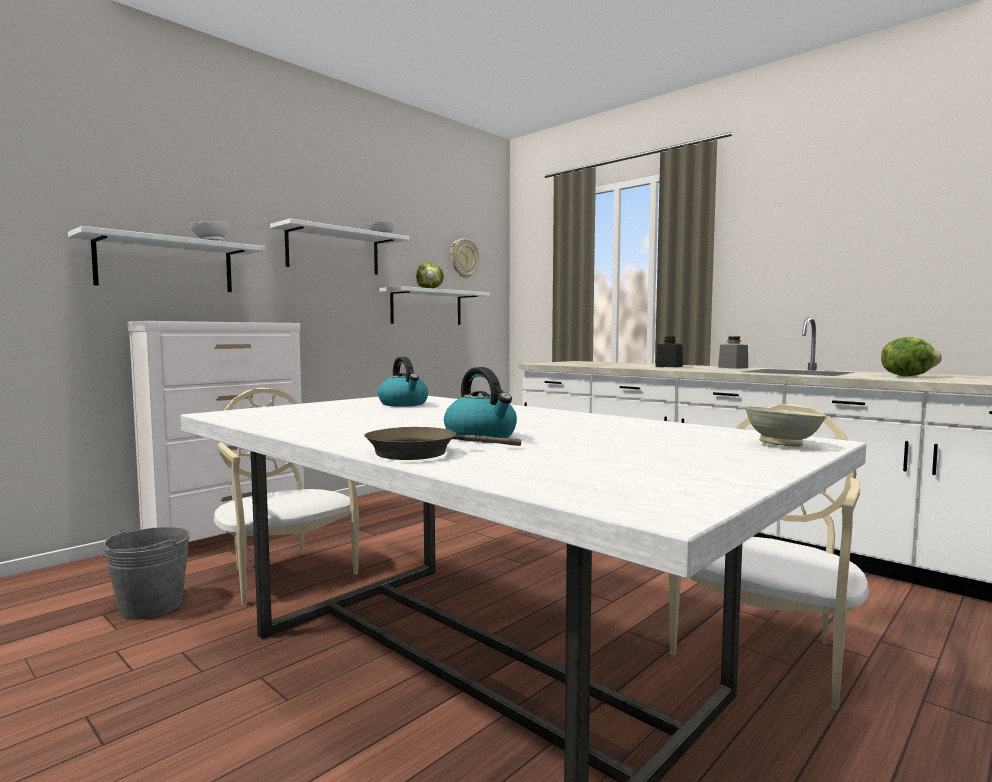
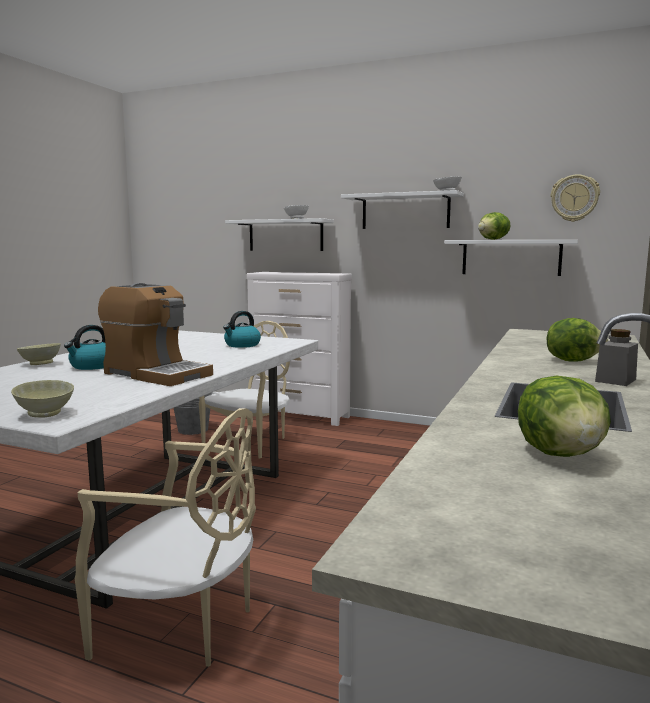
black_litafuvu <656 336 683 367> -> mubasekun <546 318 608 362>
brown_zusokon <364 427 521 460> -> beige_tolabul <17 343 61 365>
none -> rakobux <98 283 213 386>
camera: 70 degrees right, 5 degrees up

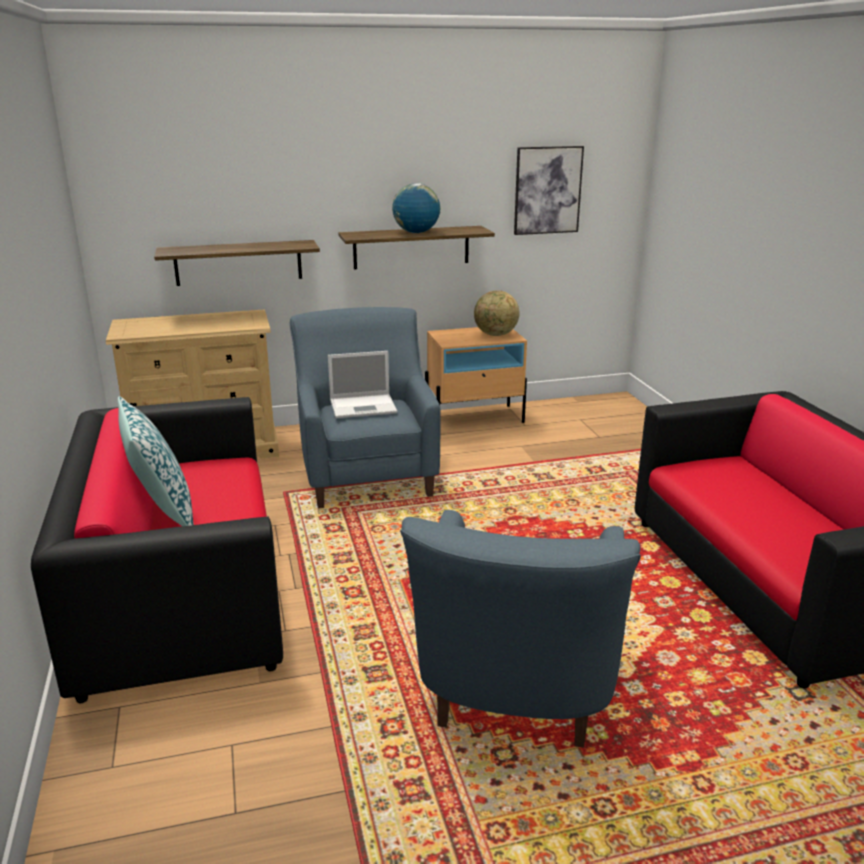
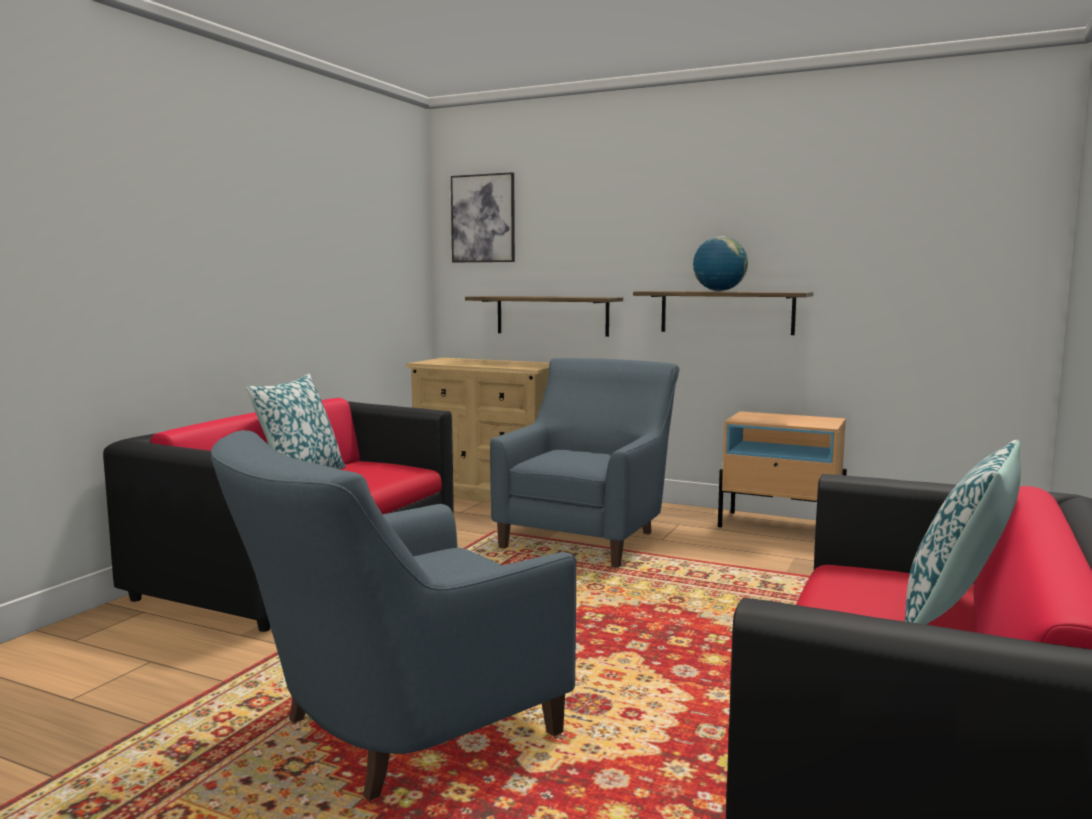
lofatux <514 146 584 235> -> lofatux <451 172 515 262>, move
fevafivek <474 290 520 336> -> none
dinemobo <328 351 398 418> -> none
none -> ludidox <905 440 1021 624>
camera: 40 degrees right, 15 degrees down

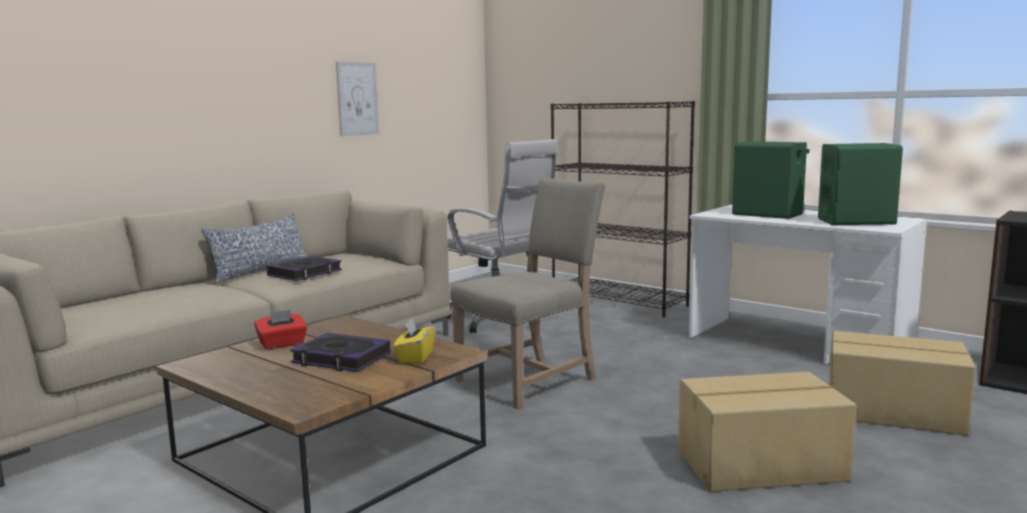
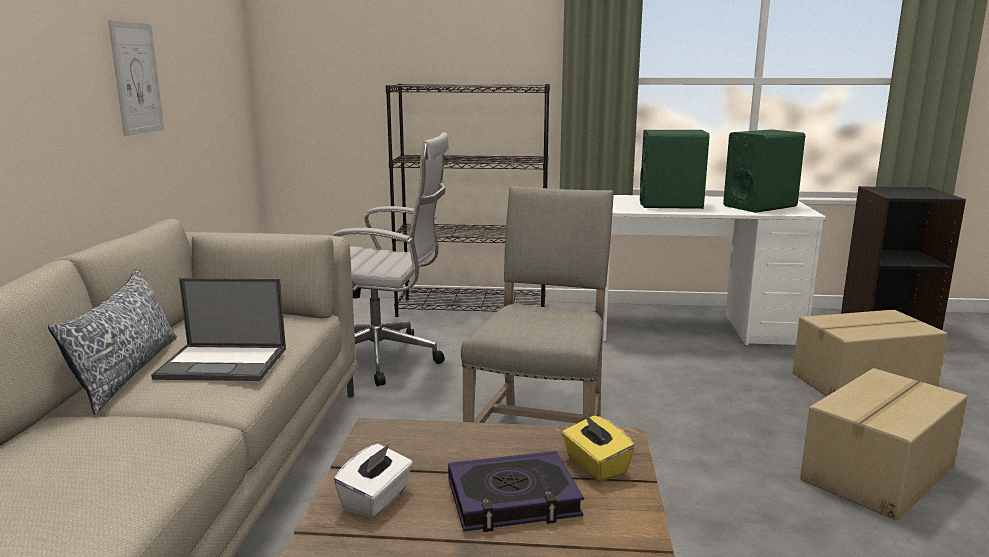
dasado <266 256 342 281> -> dinemobo <151 278 286 381>
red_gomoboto <254 310 307 350> -> white_gomoboto <334 443 413 518>
camera: 35 degrees left, 5 degrees up

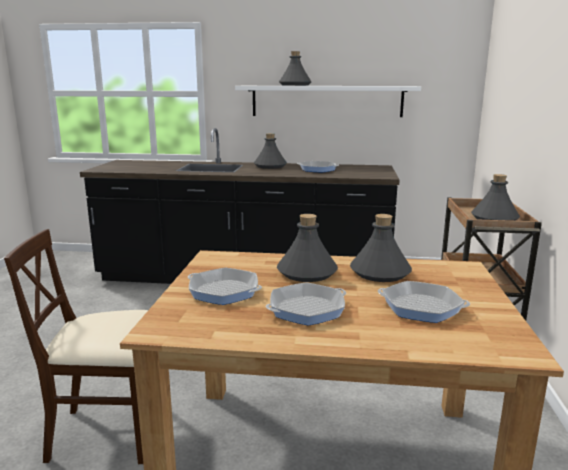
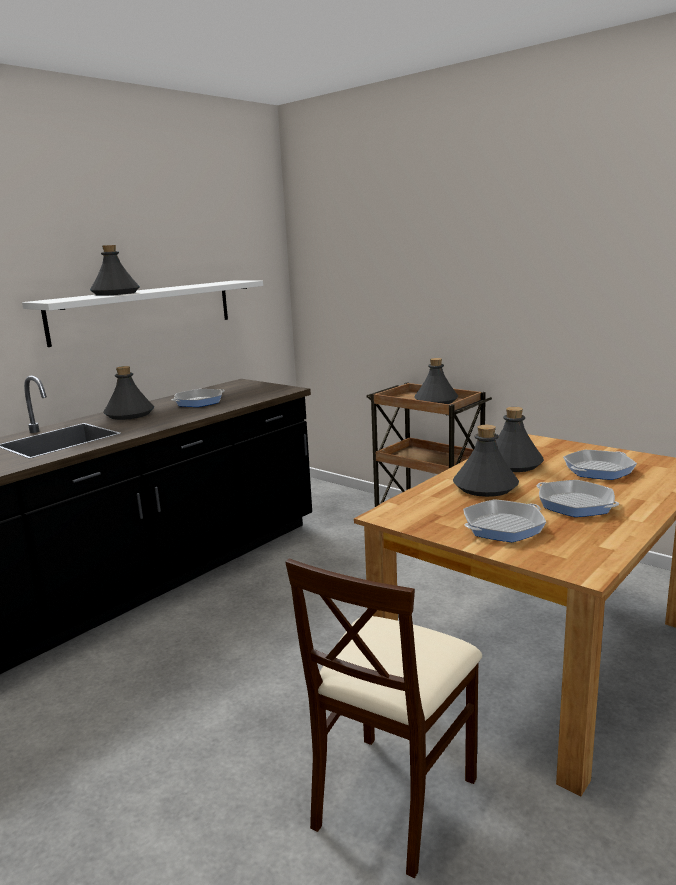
zusokon <266 282 346 326> -> zusokon <537 480 619 517>, 45 degrees counterclockwise
camera: 55 degrees left, 0 degrees up

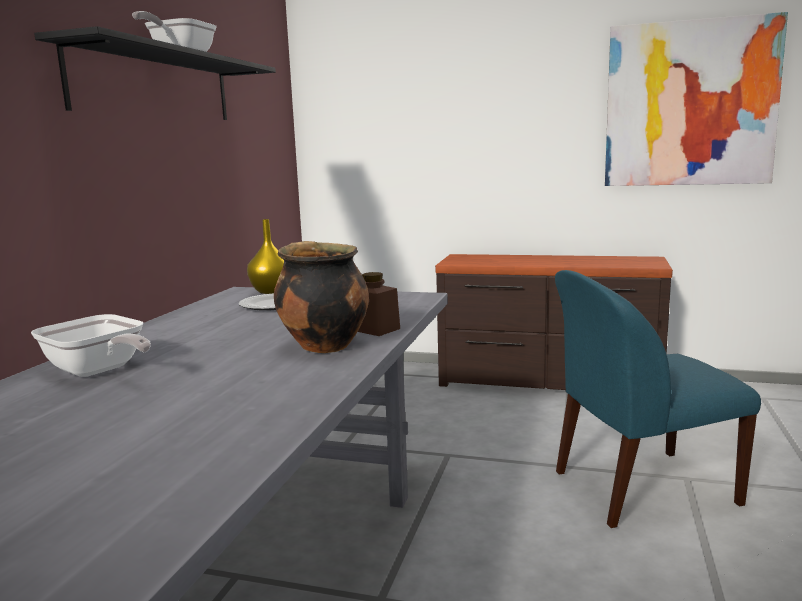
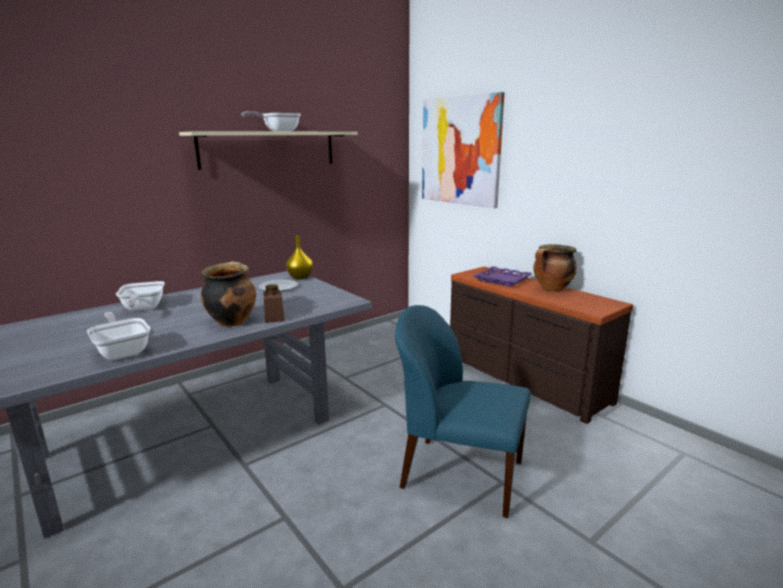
lofatux <605 12 788 186> -> lofatux <422 92 504 208>, move
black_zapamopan <34 26 276 120> -> beige_zapamopan <179 132 358 170>
none -> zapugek <533 244 577 292>
none -> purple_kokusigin <474 266 532 287>
none -> zusokon <87 312 151 360>
camera: 35 degrees right, 5 degrees up

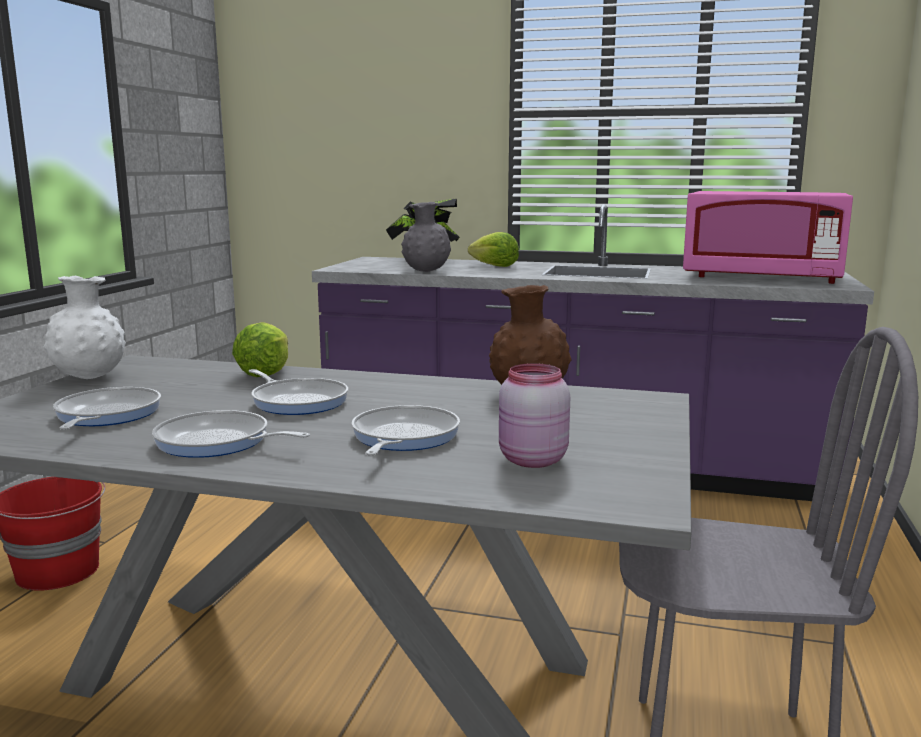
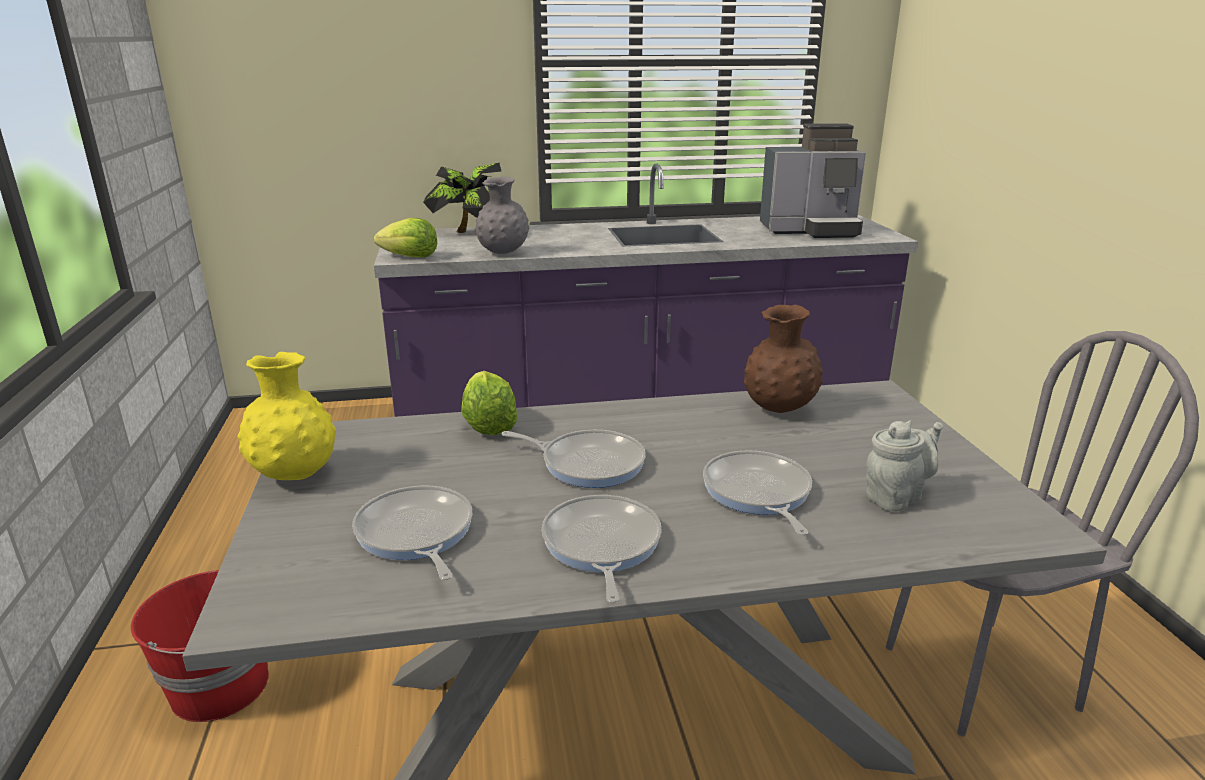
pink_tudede <683 191 853 284> -> rakobux <760 123 866 238>
mubasekun <468 232 519 267> -> mubasekun <374 218 437 258>, move
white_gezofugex <44 276 126 379> -> yellow_gezofugex <237 352 336 480>
pink_litafuvu <499 363 570 468> -> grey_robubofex <866 420 943 511>
zusokon <152 410 310 458> -> zusokon <542 495 662 603>, 90 degrees clockwise
camera: 25 degrees left, 10 degrees up

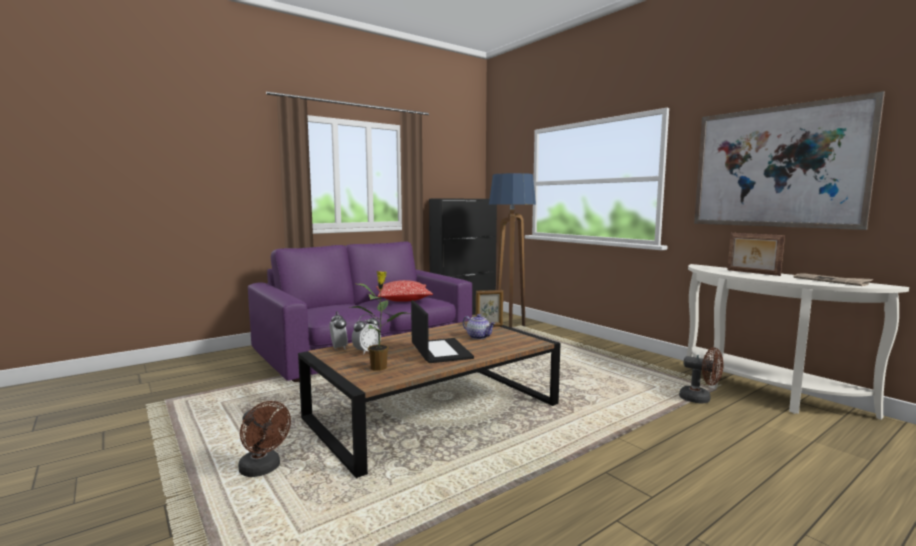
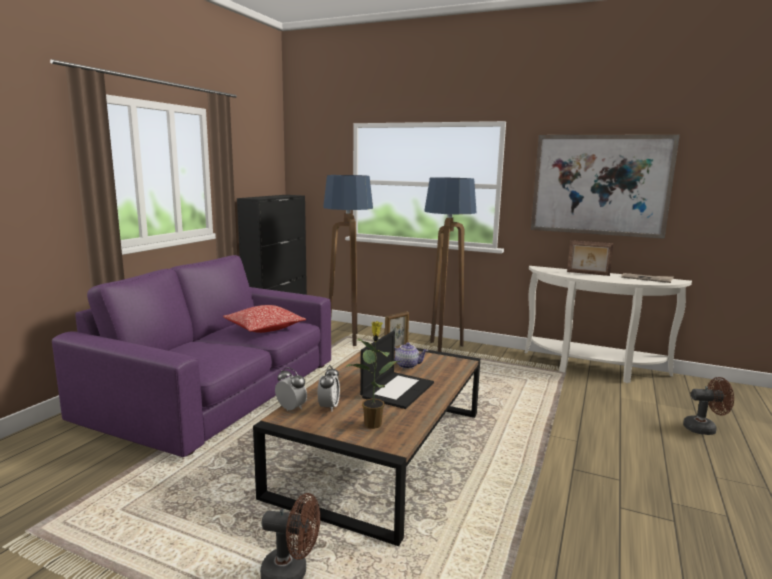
dinemobo <411 300 474 363> -> dinemobo <360 331 434 409>, 75 degrees clockwise
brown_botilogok <679 347 723 404> -> brown_botilogok <683 377 734 435>, move
none -> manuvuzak <424 177 477 352>
camera: 30 degrees left, 5 degrees up

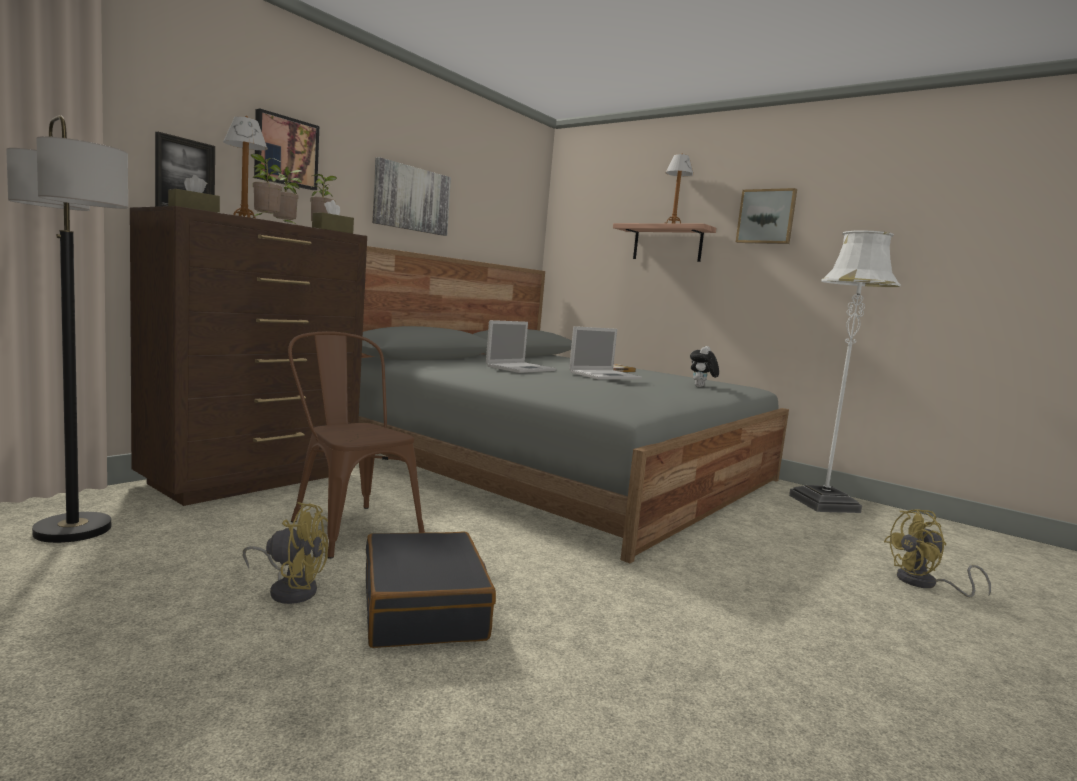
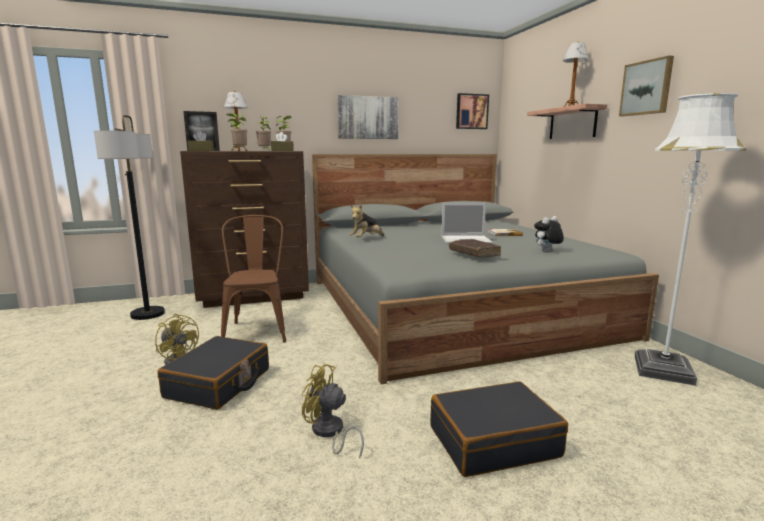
lofatux <254 109 319 190> -> lofatux <456 93 489 129>, move
dinemobo <486 320 556 373> -> none
yellow_botilogok <884 509 991 597> -> yellow_botilogok <301 364 364 459>, move
none -> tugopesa <349 204 384 237>
none -> brown_dasado <449 239 501 258>
none -> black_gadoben <430 381 568 477>
camera: 35 degrees right, 5 degrees up

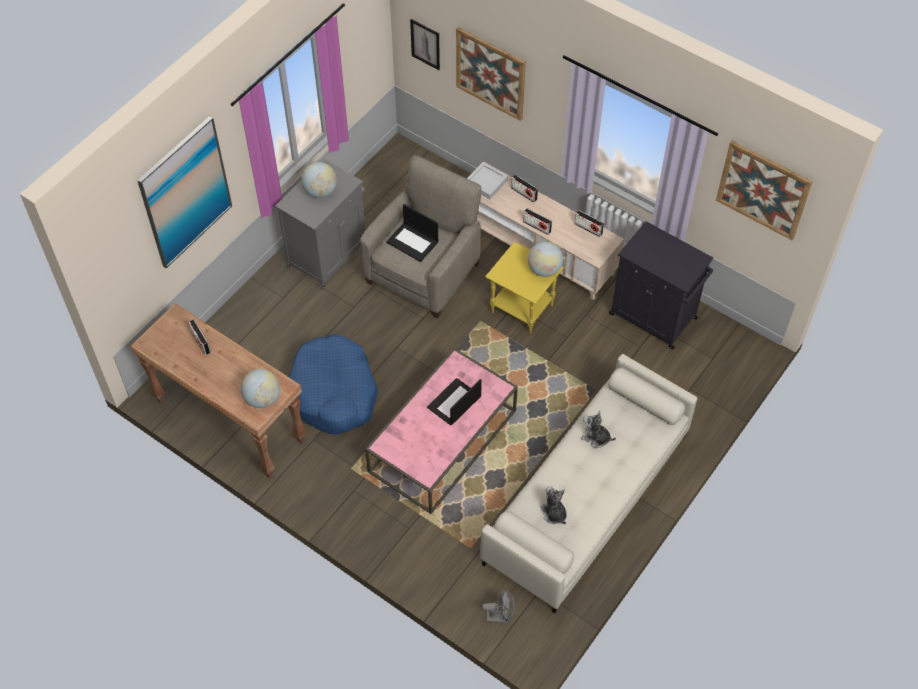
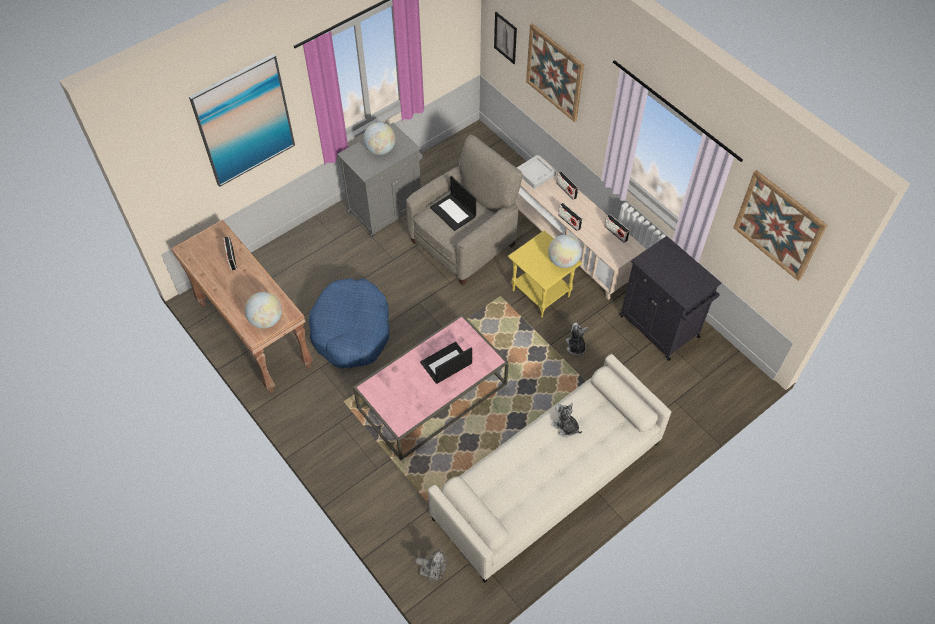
tugopesa <540 486 567 524> -> tugopesa <566 323 588 356>, move
camera: 15 degrees right, 0 degrees up

